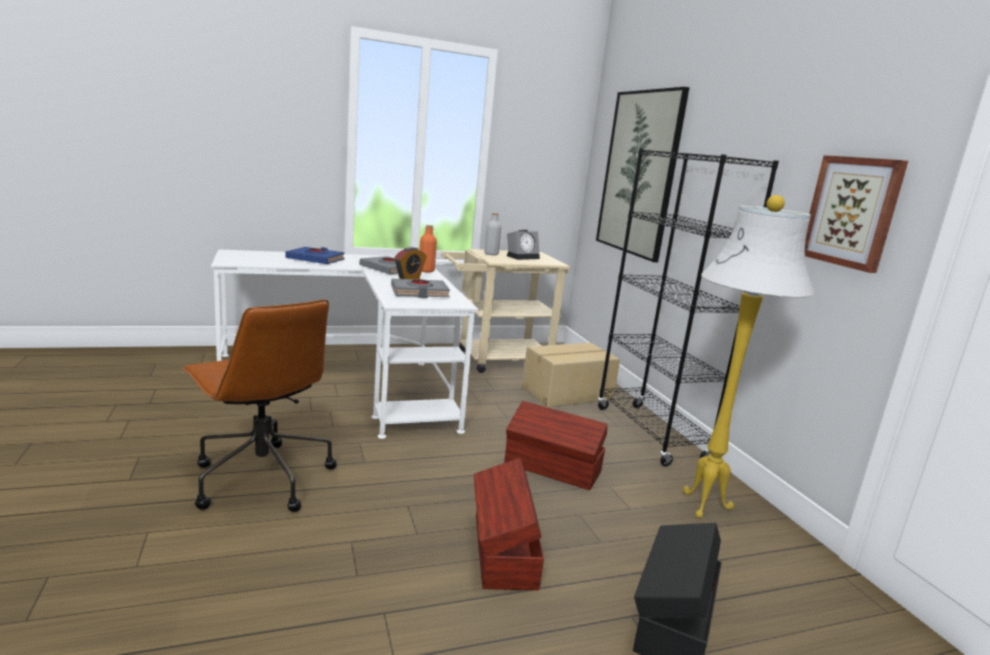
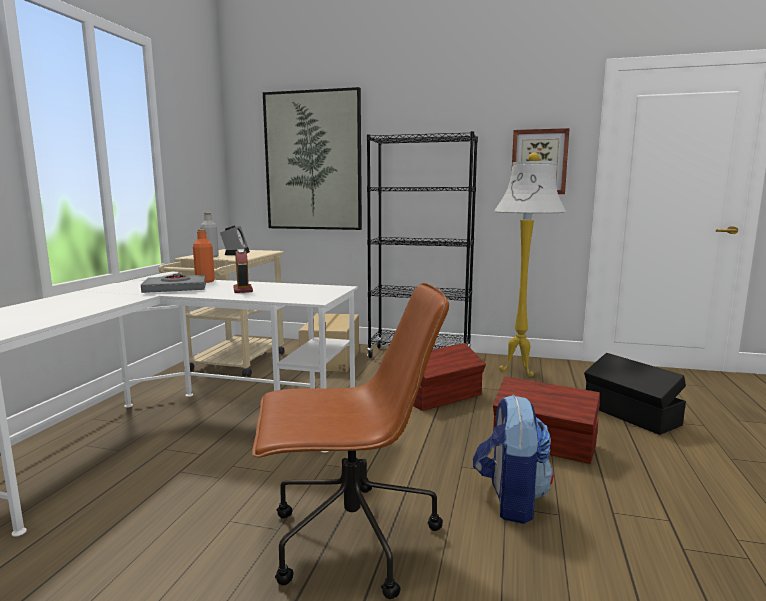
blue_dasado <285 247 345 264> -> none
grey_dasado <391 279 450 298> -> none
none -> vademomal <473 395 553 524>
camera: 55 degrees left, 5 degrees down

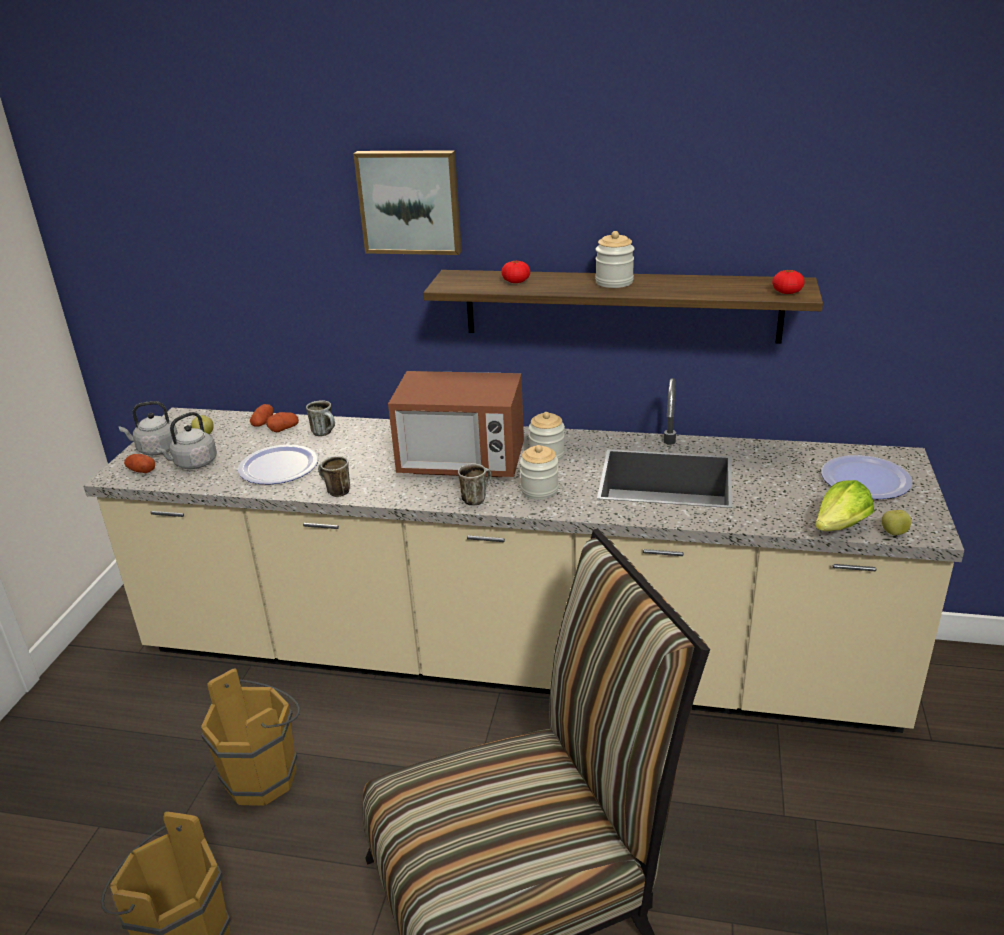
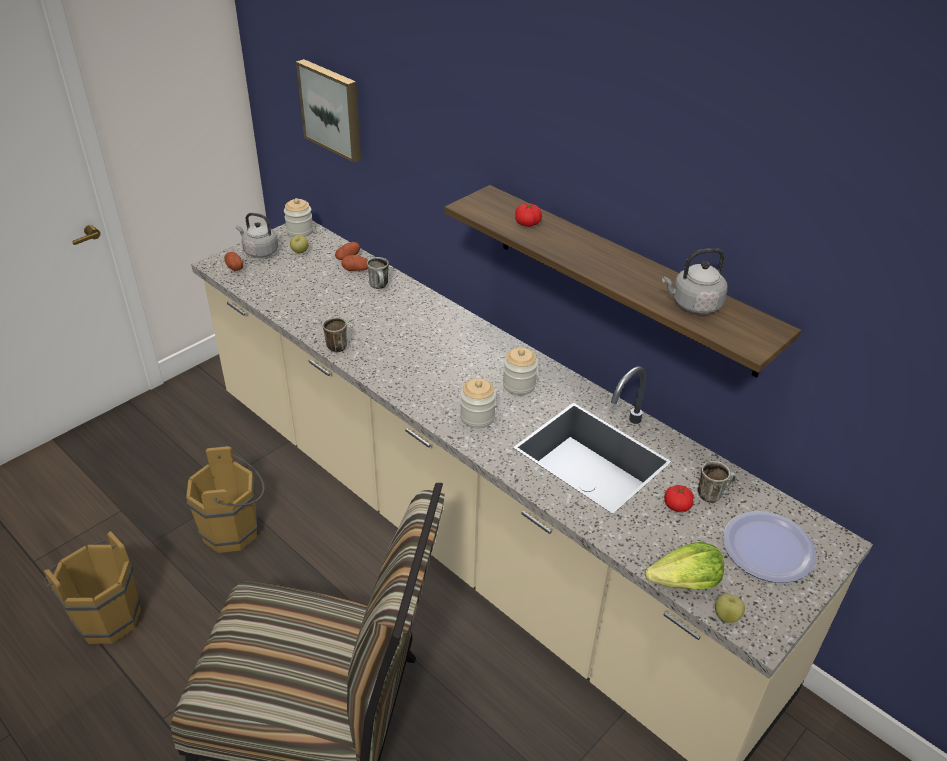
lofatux <353 150 462 255> -> lofatux <296 59 361 163>, move
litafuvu <595 231 634 288> -> litafuvu <284 198 313 237>, move
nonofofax <772 269 805 294> -> nonofofax <664 485 694 512>, move
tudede <388 371 524 477> -> none
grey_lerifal <156 412 217 469> -> grey_lerifal <662 248 727 314>, move
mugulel <238 445 318 484> -> none
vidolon <458 463 492 506> -> vidolon <698 461 736 503>, move
camera: 30 degrees right, 10 degrees up

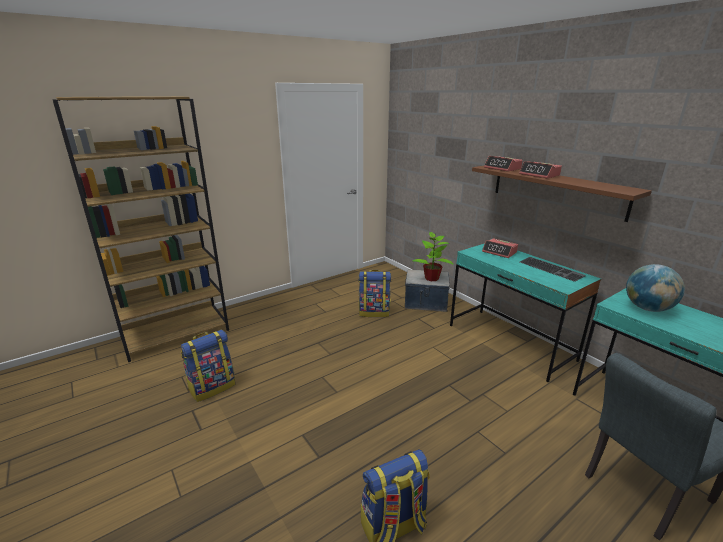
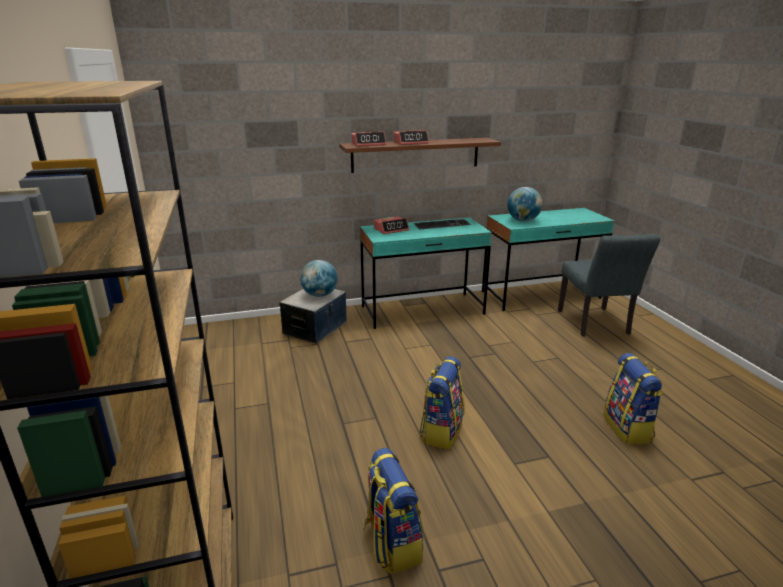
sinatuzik <413 232 454 281> -> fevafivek <300 260 338 297>
vademomal <358 270 391 317> -> vademomal <420 356 465 449>, move
camera: 70 degrees left, 0 degrees up

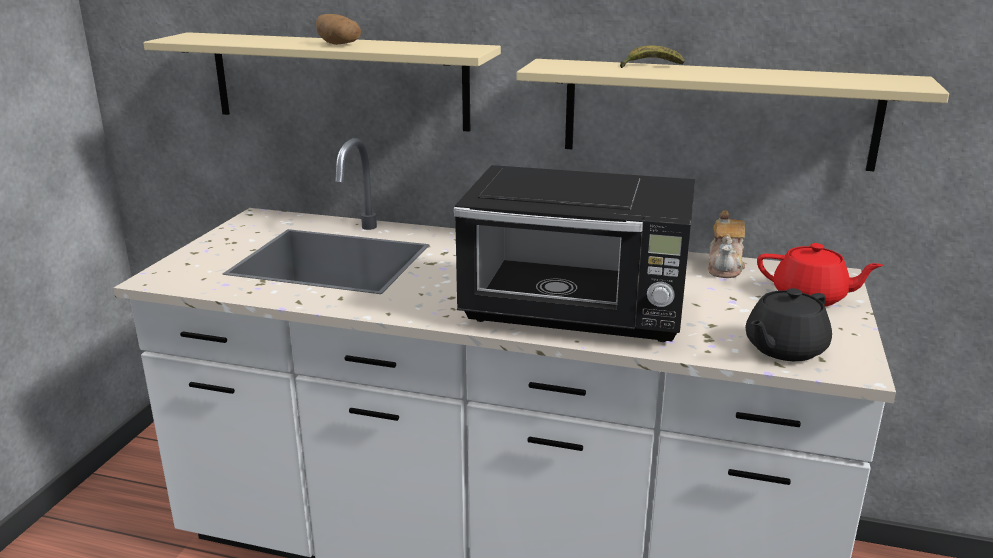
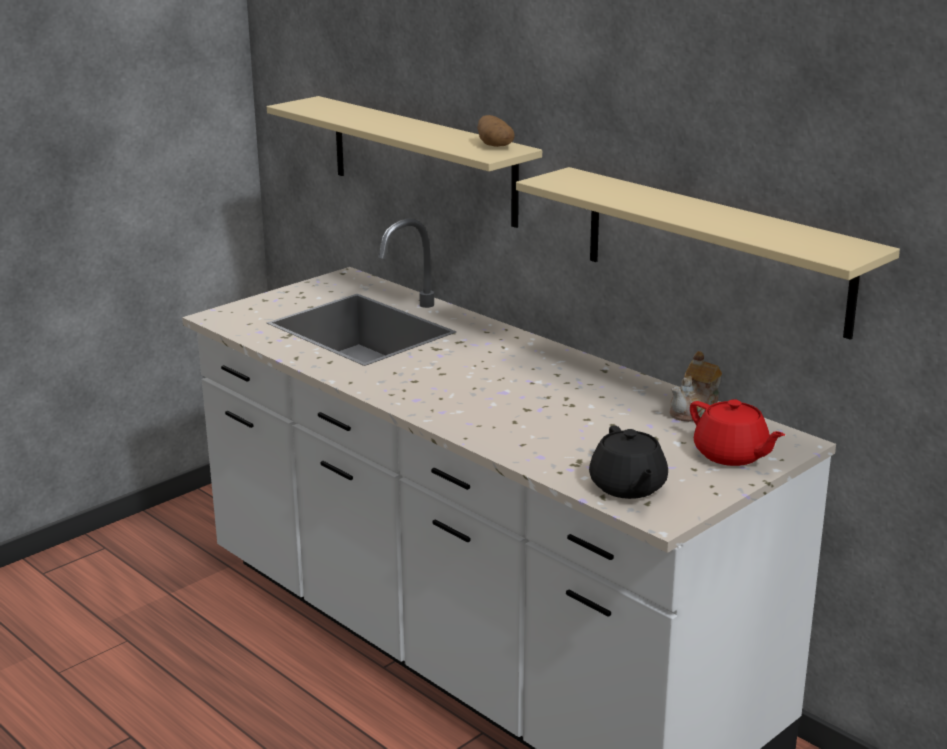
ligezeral <316 14 361 45> -> ligezeral <477 115 515 147>, move
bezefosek <620 46 685 68> -> none
black_tudede <454 165 695 342> -> none
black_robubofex <745 288 832 361> -> black_robubofex <589 425 668 499>, 90 degrees counterclockwise
camera: 30 degrees right, 0 degrees up

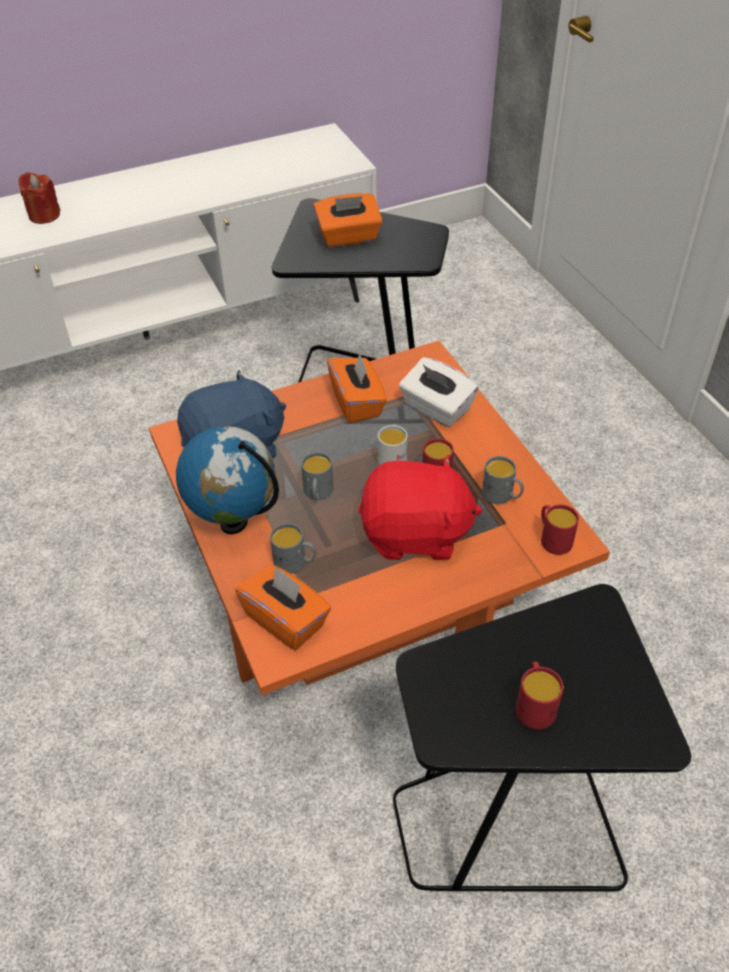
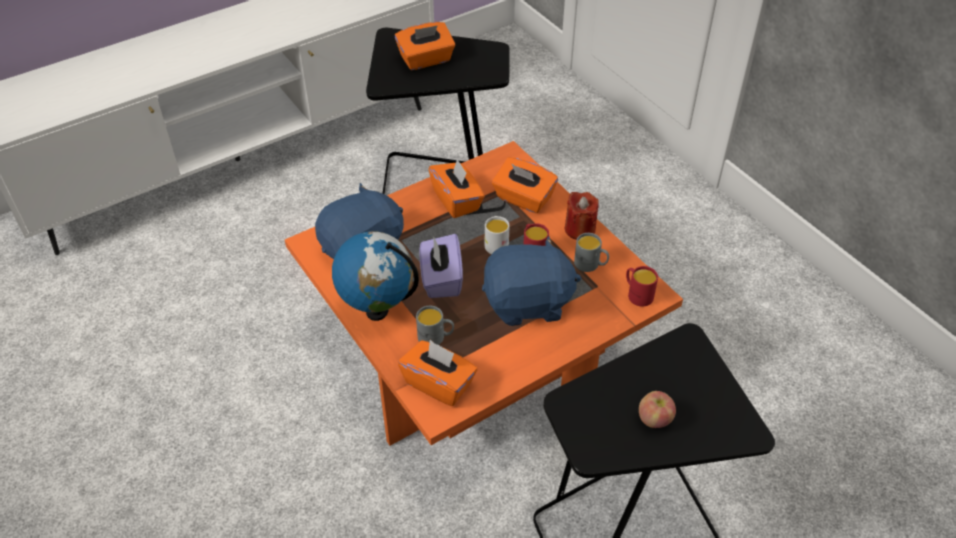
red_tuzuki <19 172 61 224> -> red_tuzuki <565 192 599 240>, move
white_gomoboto <399 357 479 427> -> orange_gomoboto <492 157 558 213>
grey_vidolon <301 452 333 501> -> purple_gomoboto <419 234 463 298>
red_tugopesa <358 455 482 560> -> blue_tugopesa <482 236 581 326>
red_vidolon <516 662 564 729> -> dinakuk <639 391 676 428>
camera: 10 degrees left, 0 degrees up

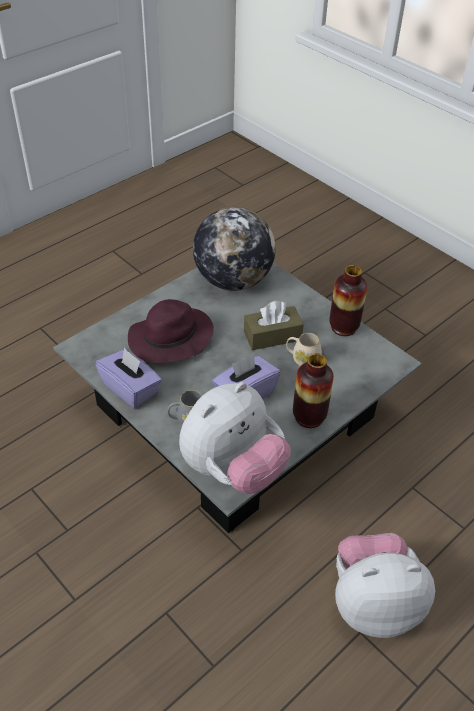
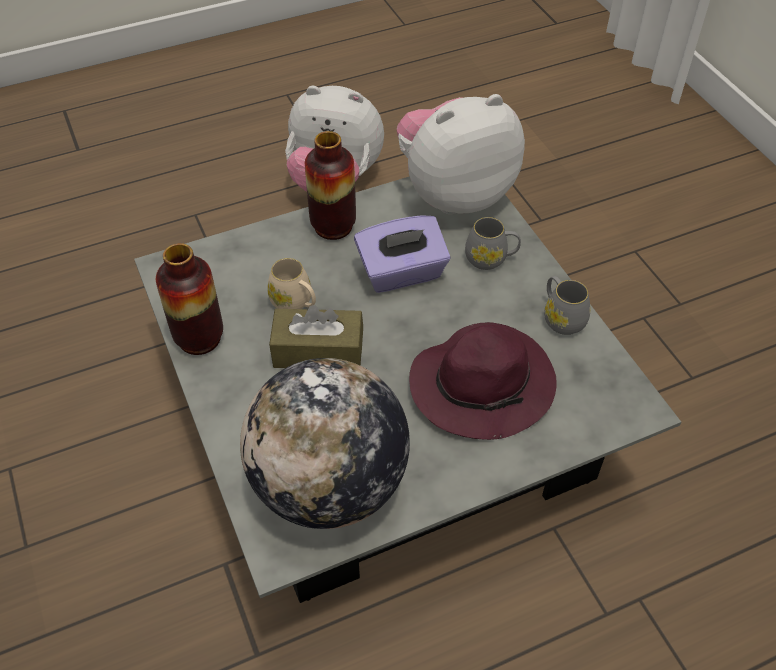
purple_gomoboto <95 347 162 408> -> grey_vidolon <544 276 590 335>
camera: 160 degrees left, 5 degrees up

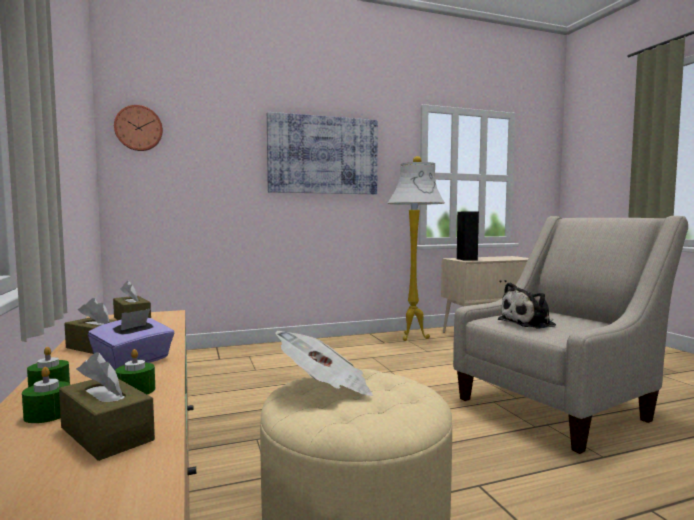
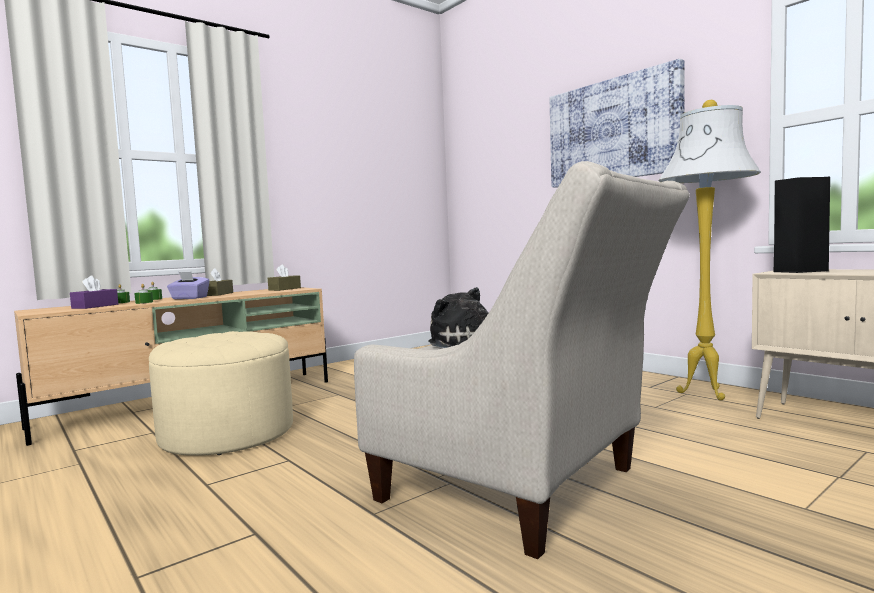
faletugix <114 105 163 151> -> none
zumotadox <275 331 374 396> -> none
brown_gomoboto <59 352 155 461> -> purple_gomoboto <70 275 118 309>
camera: 70 degrees right, 0 degrees up

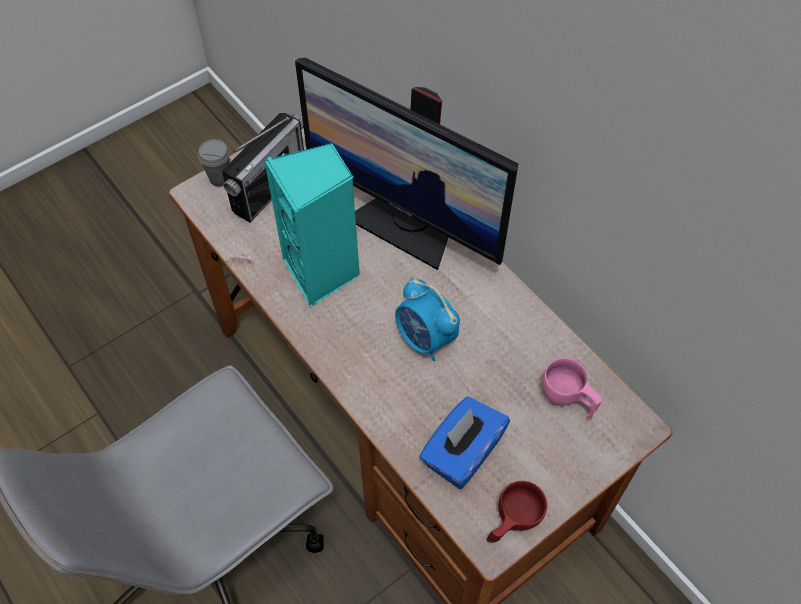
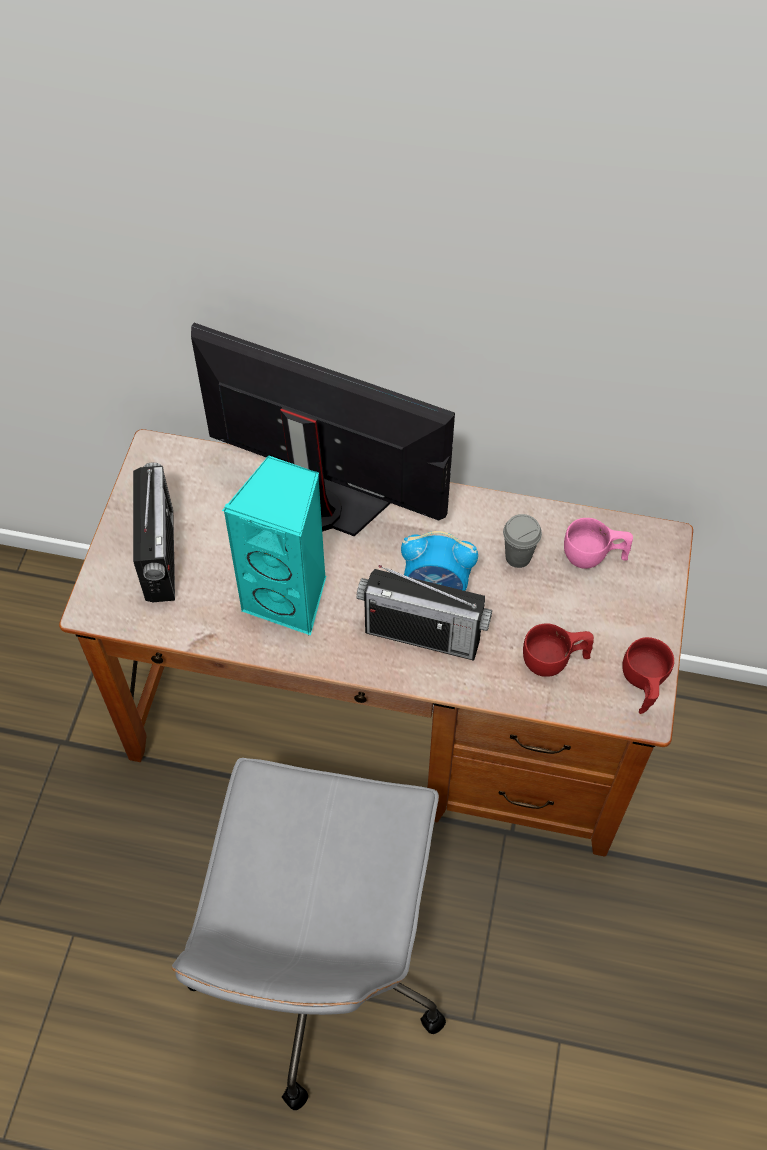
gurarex <295 58 518 270> -> gurarex <191 323 455 537>, 150 degrees counterclockwise
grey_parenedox <198 139 230 187> -> grey_parenedox <503 514 542 568>, move
blue_gomoboto <419 396 510 489> -> red_parenedox <523 623 594 677>
none -> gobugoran <356 565 492 661>
camera: 40 degrees left, 0 degrees up

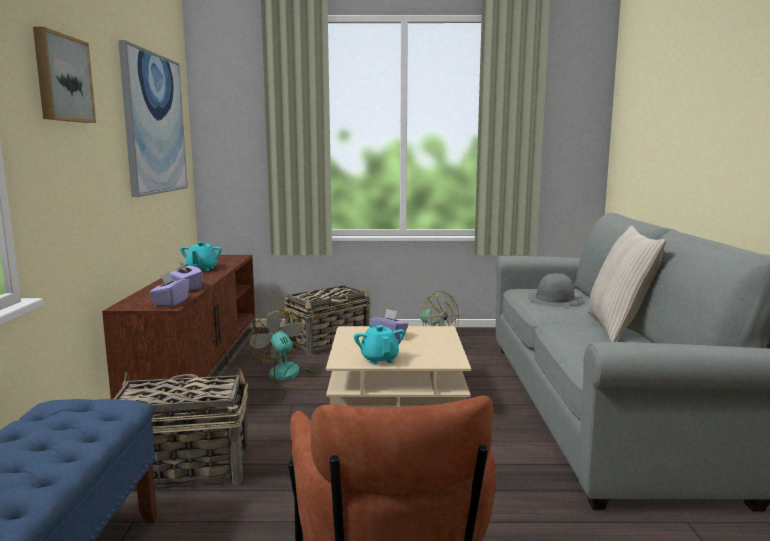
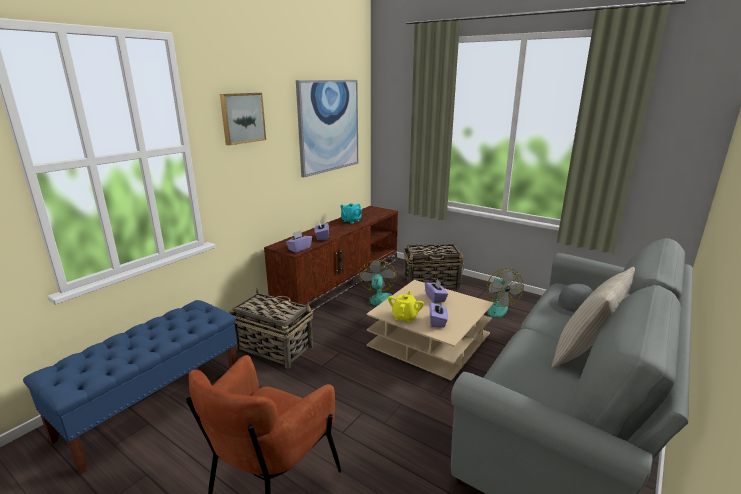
turquoise_robubofex <354 325 405 365> -> yellow_robubofex <388 291 424 322>
none -> purple_gomoboto <430 302 448 328>
camera: 35 degrees right, 10 degrees up

